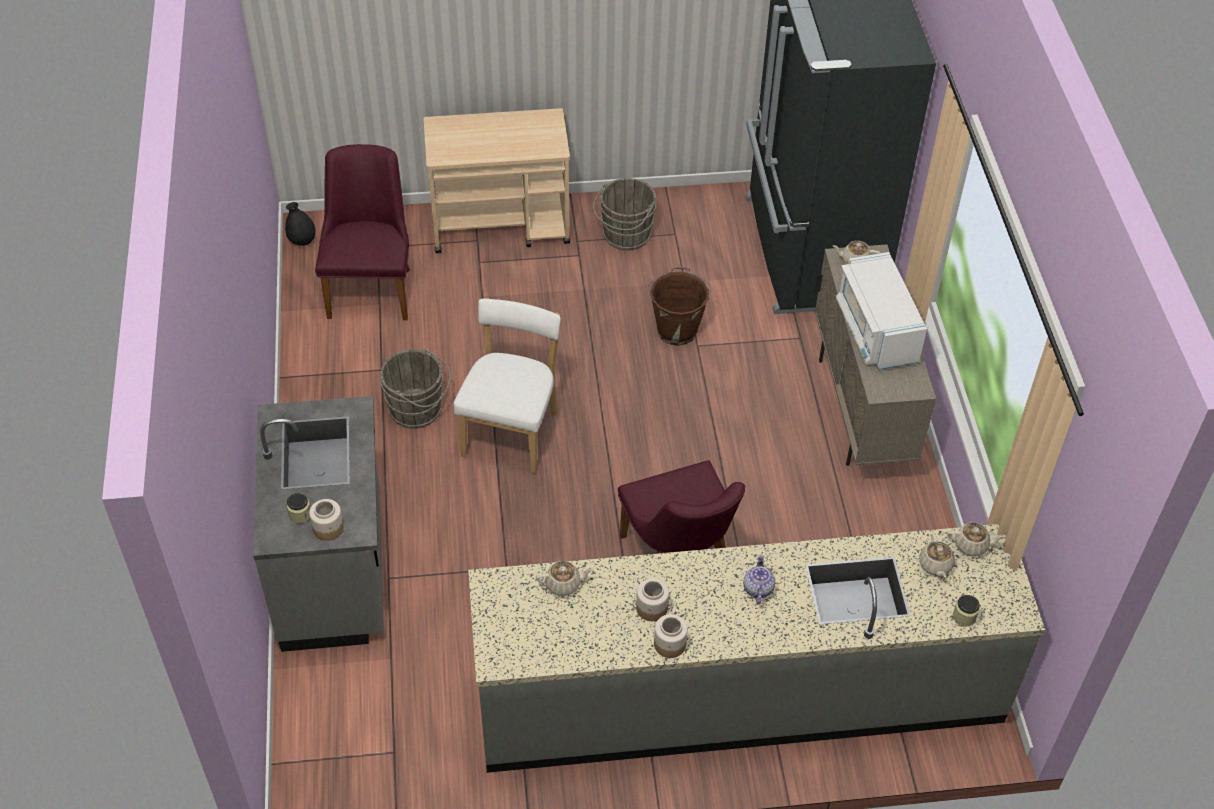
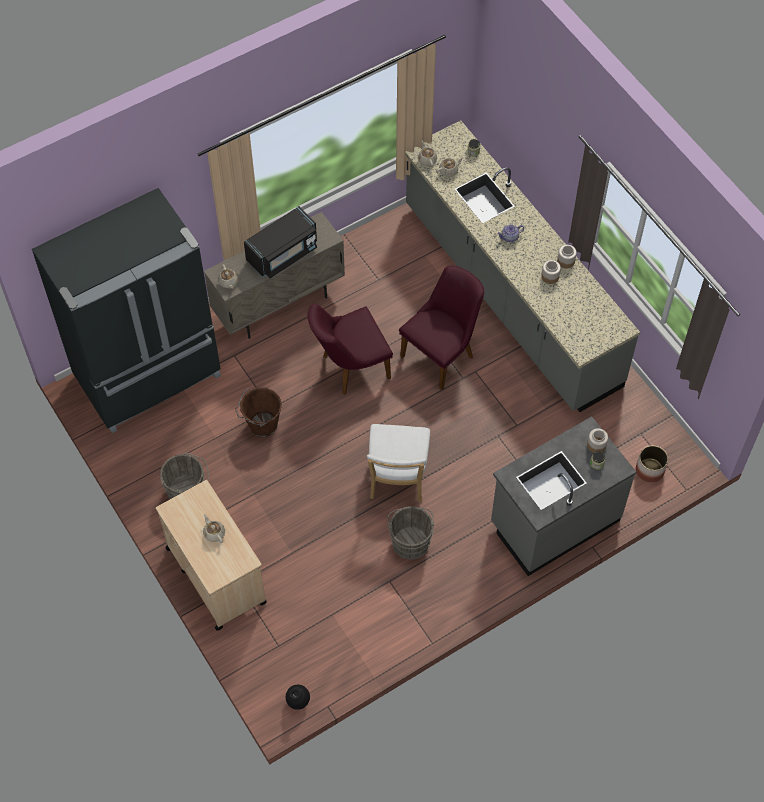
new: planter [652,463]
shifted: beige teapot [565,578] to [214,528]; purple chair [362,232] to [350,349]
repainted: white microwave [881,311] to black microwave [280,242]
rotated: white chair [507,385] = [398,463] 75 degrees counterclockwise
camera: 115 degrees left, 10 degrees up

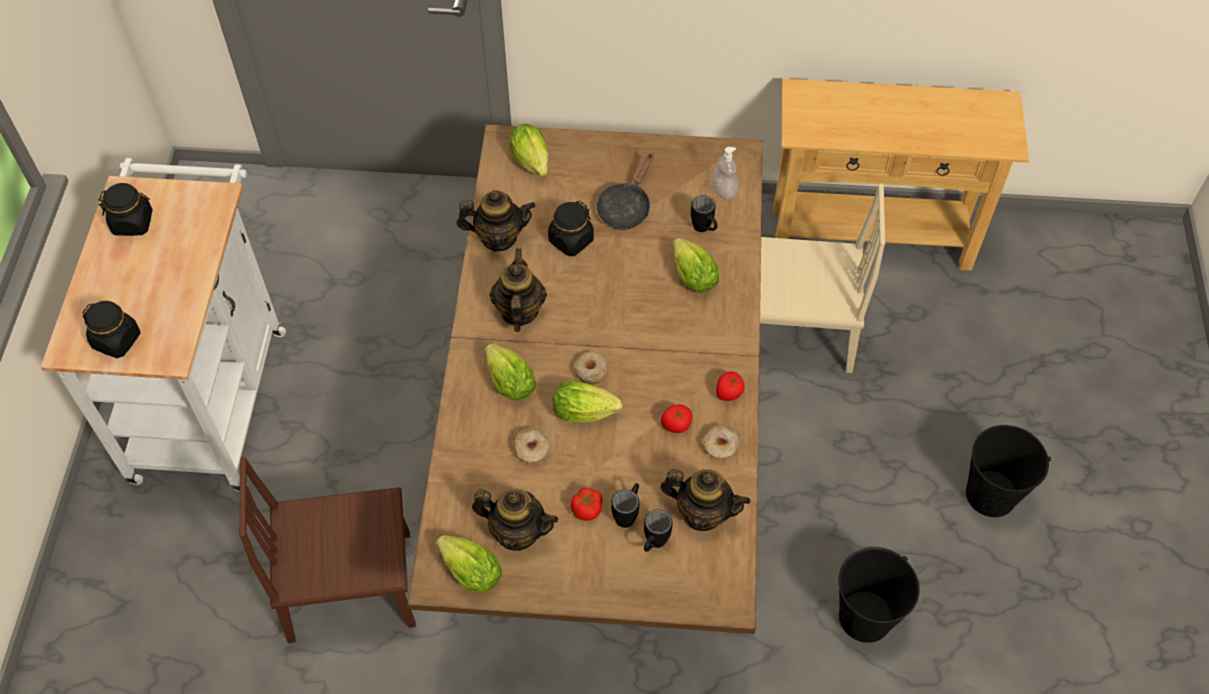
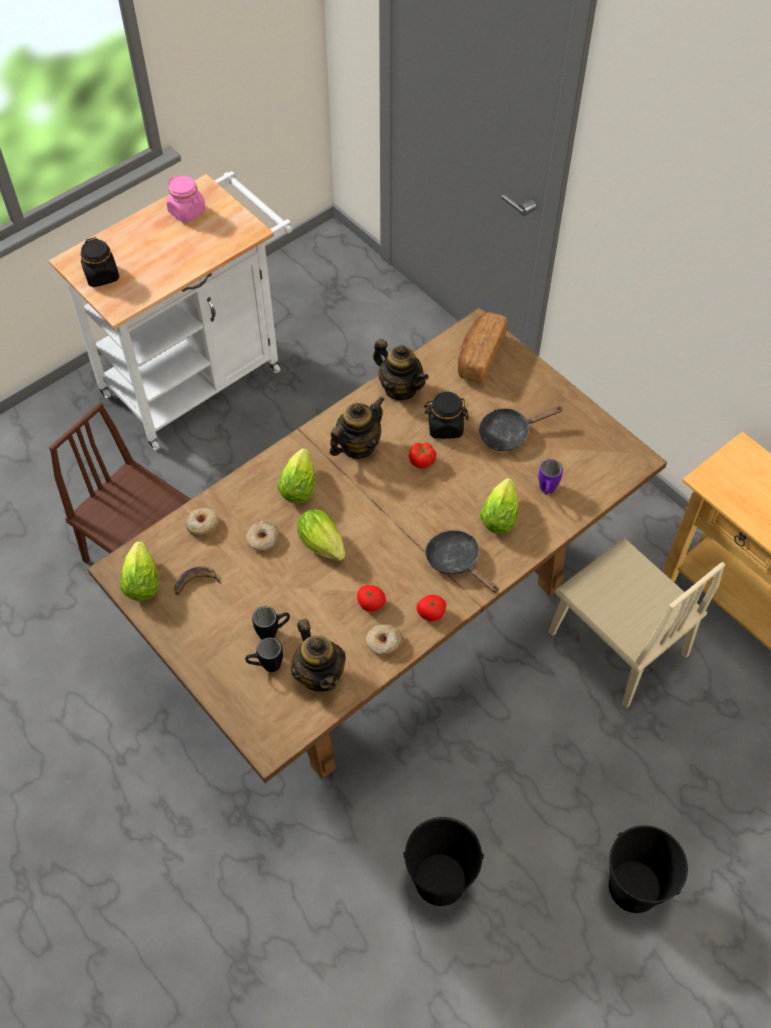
gone: soap dispenser [725,173]
new: black frying pan [462,561]
shifted: donut [591,368] to [202,522]; tomato [587,504] to [422,456]
swapped: teapot [515,520] to banana [198,580]; lettuce [528,150] to bread [482,348]
repainted: black jar [125,209] to pink jar [186,199]; black mug [704,213] to purple mug [550,477]
camera: 45 degrees right, 0 degrees up

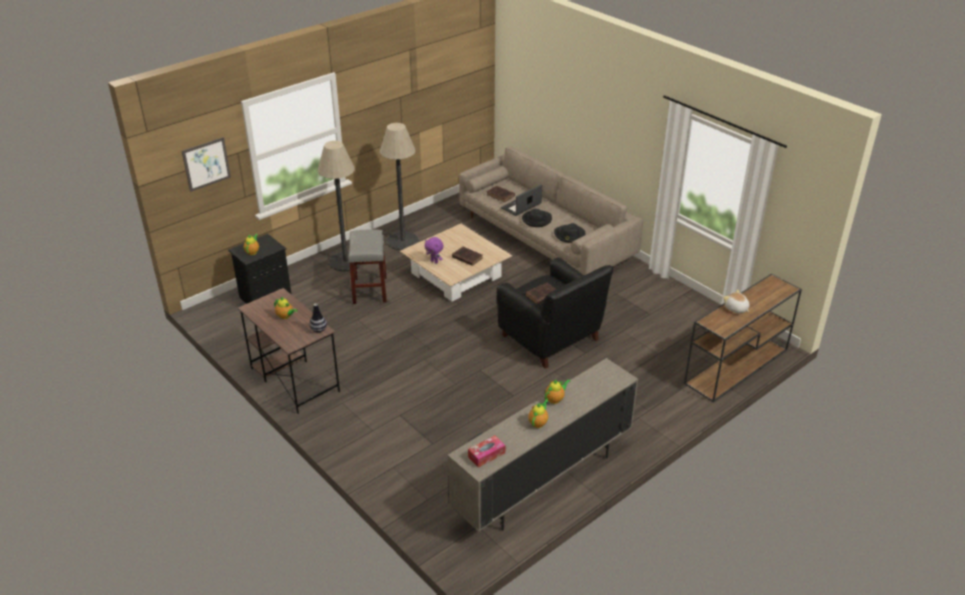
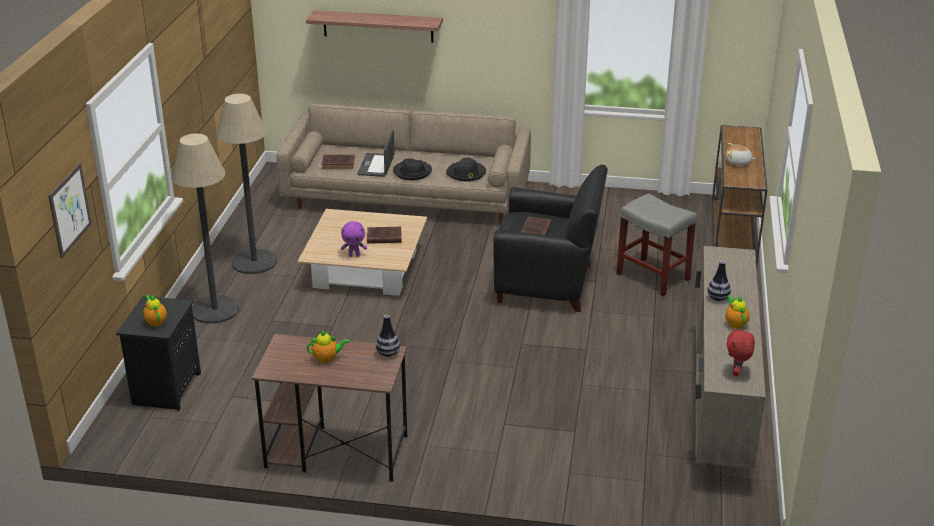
new: shelf [374,26]
shifted: grey stool [367,266] to [656,245]
swapped: teapot [557,391] to vase [719,281]; tissue box [486,451] to red plush toy [741,351]
camera: 40 degrees left, 5 degrees down

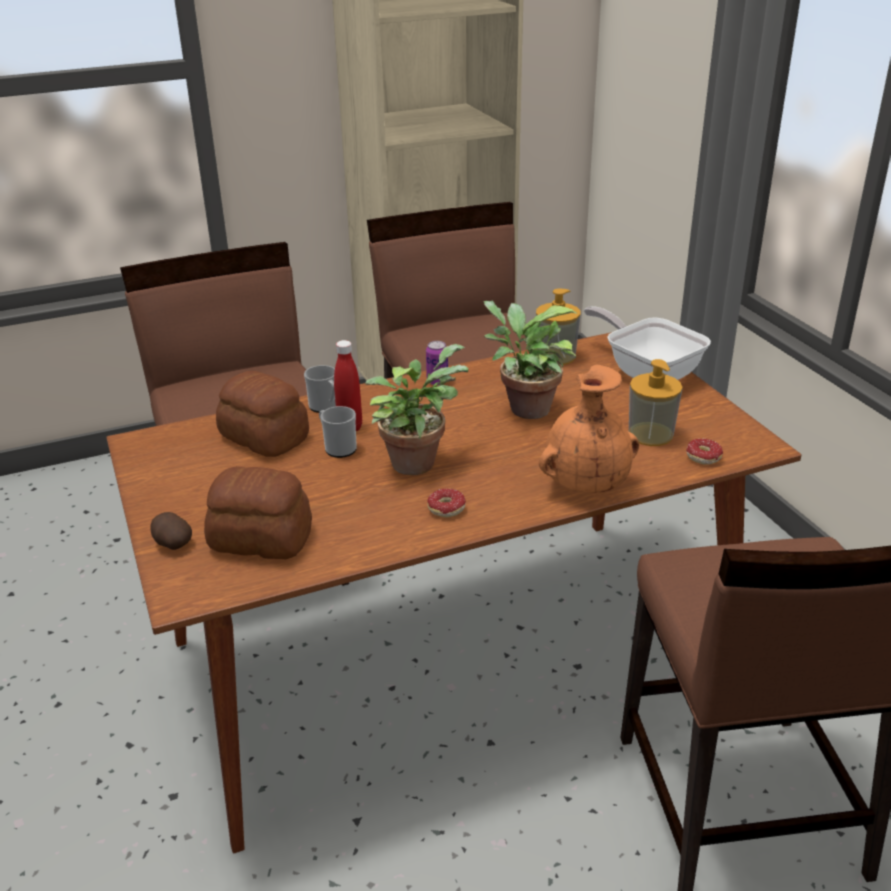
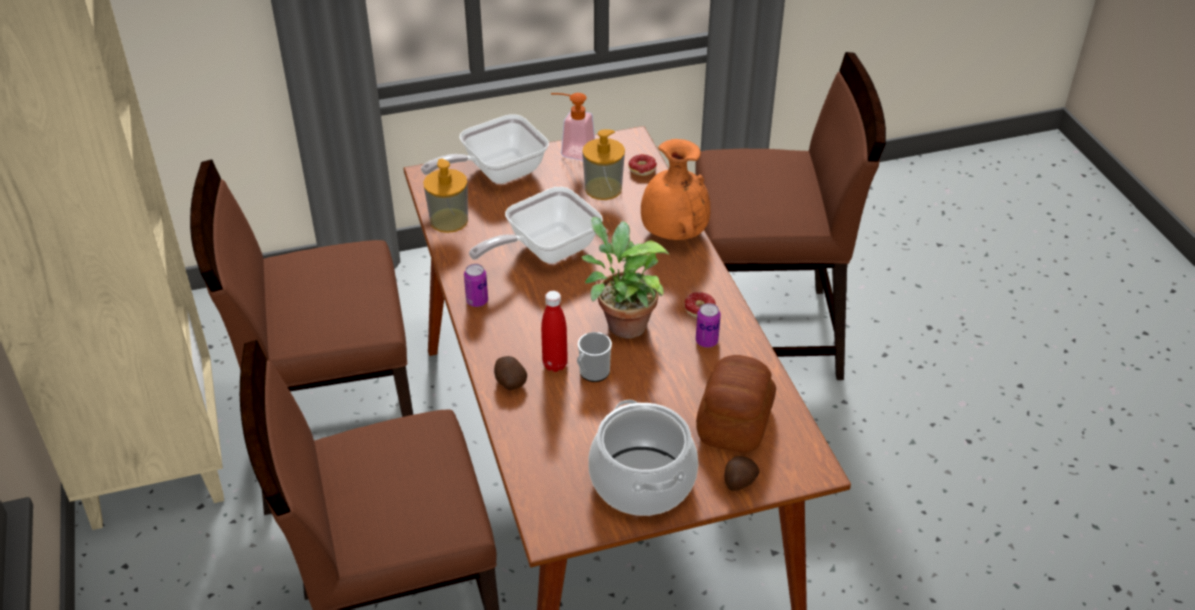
gone: bread [262,414]
new: soap dispenser [573,127]; cooking pot [643,457]; can [708,325]
swapped: potted plant [530,359] to frying pan [536,225]; mug [320,389] to potato [510,373]
camera: 85 degrees left, 10 degrees up

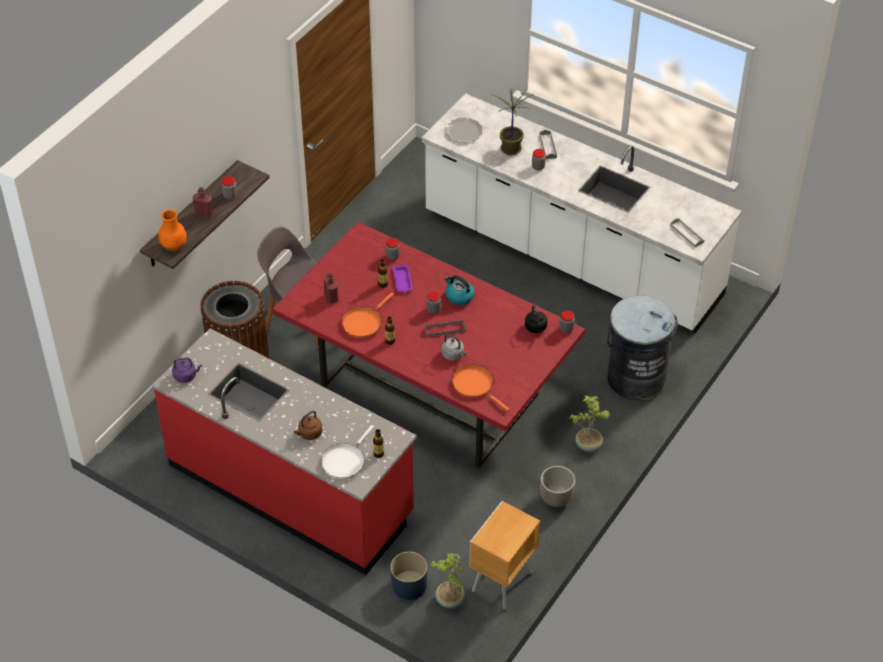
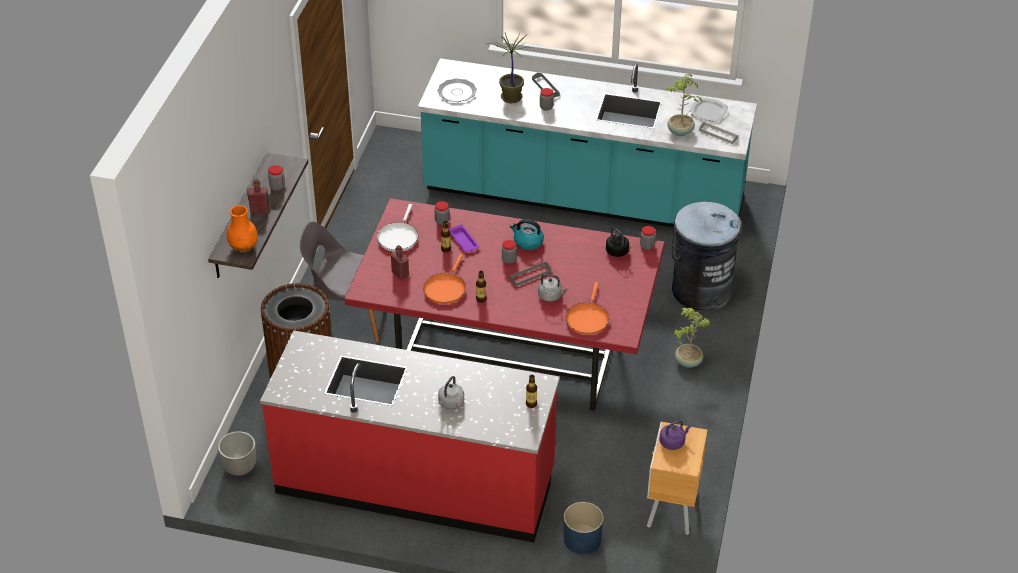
new: plate [709,110]
shifted: planter [557,486] to [236,453]; white frying pan [347,452] to [397,227]; purple kettle [187,370] to [675,435]; potted plant [447,580] to [684,104]
repainted: white counter [582,213] to turquoise counter [587,142]; brown kettle [307,425] to grey kettle [451,392]
rotated: orange frying pan [481,388] = [587,308] 105 degrees counterclockwise
camera: 20 degrees left, 5 degrees down

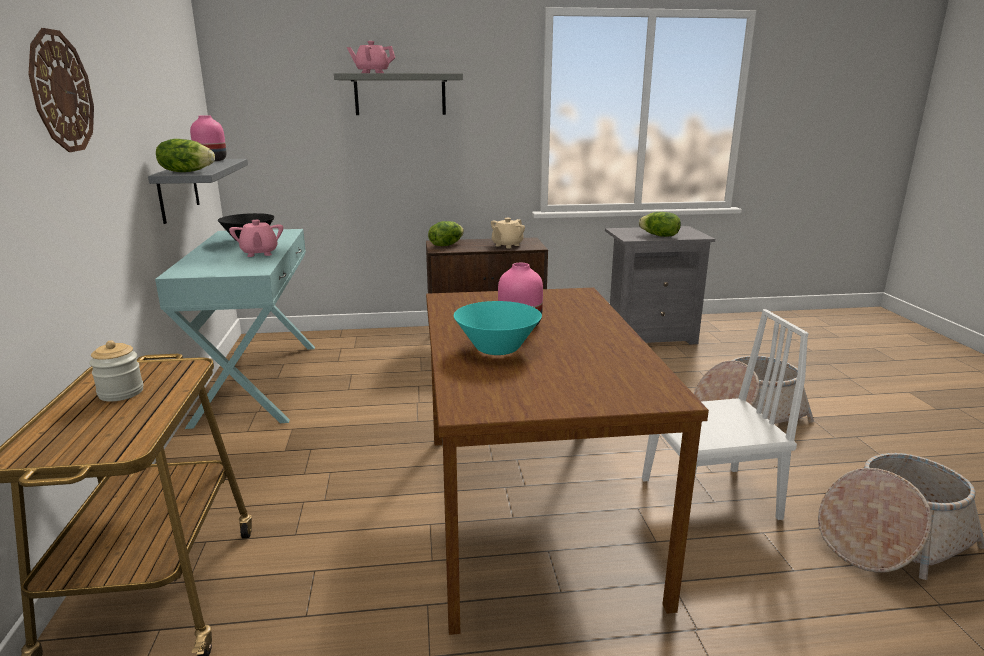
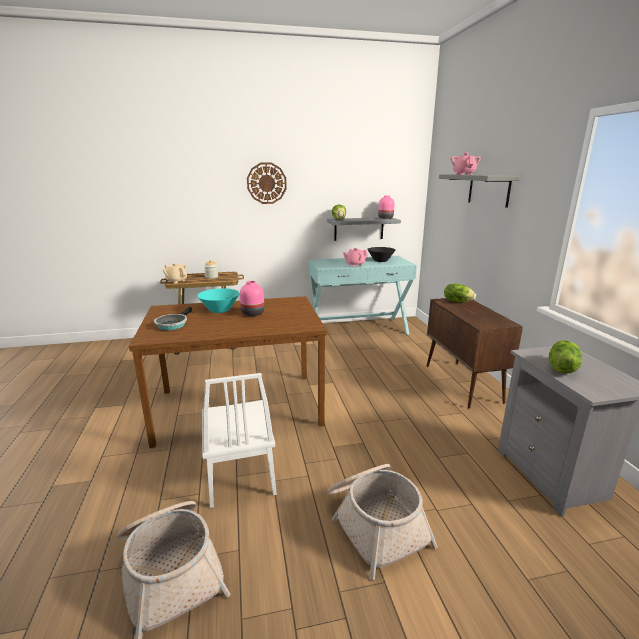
new: frying pan [173,318]
shifted: beige teapot [508,233] to [175,273]
camera: 85 degrees right, 0 degrees up

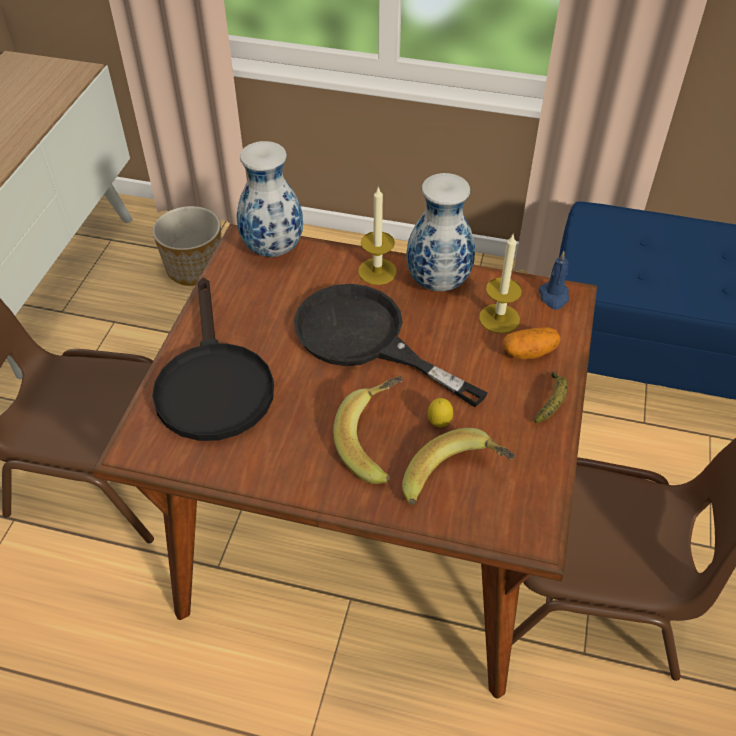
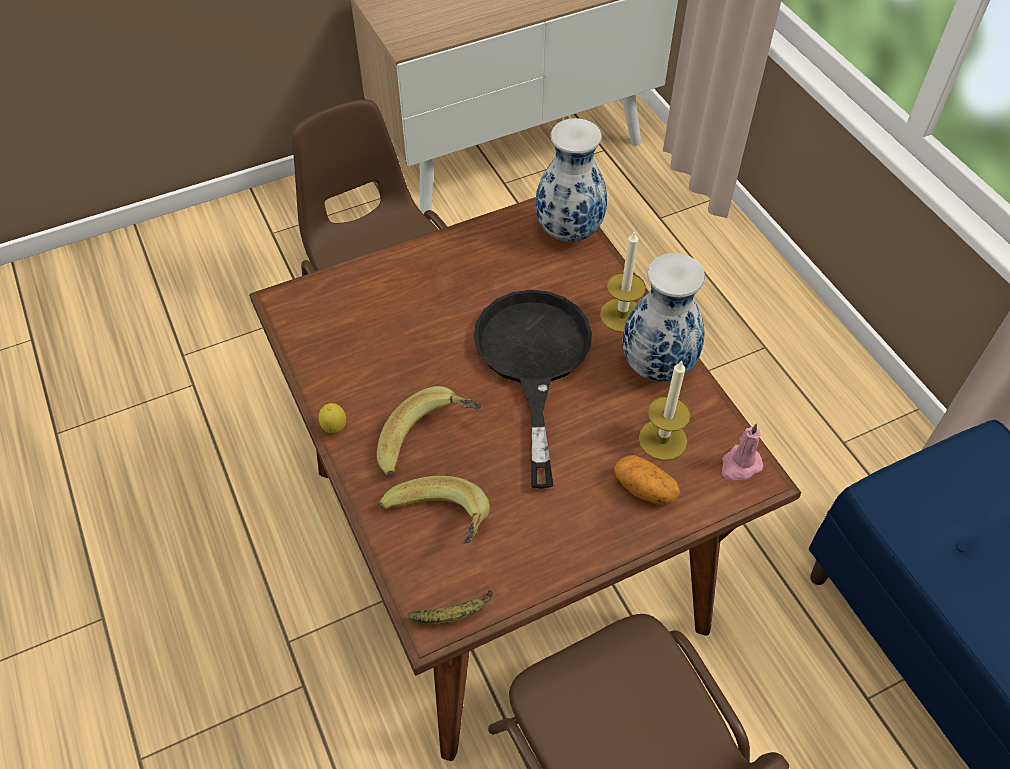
gone: planter [186,246]; black frying pan [213,359]
shifted: lemon [440,412] to [332,418]; banana [551,397] to [450,607]
repainted: blue candle [554,280] to pink candle [742,451]
camera: 50 degrees right, 5 degrees up

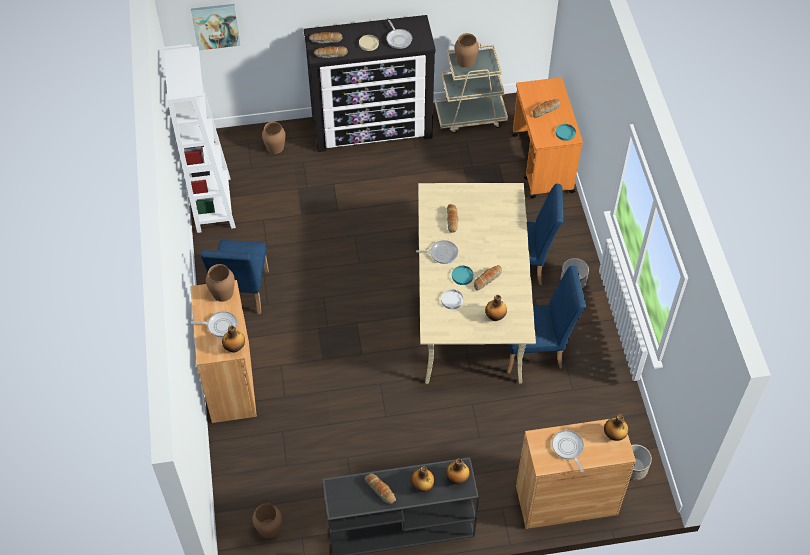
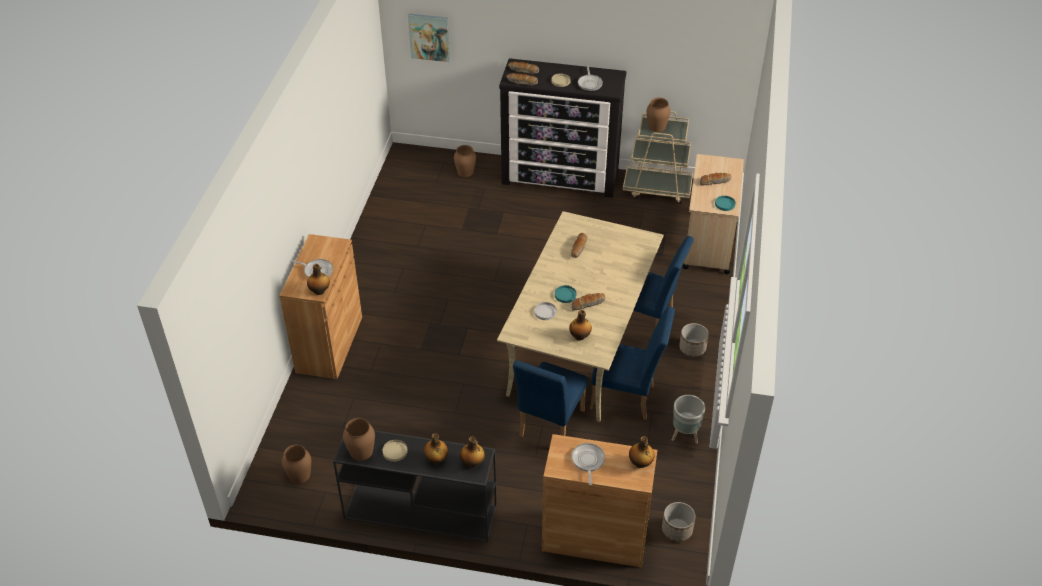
gone: white bookcase [200,138]; frying pan [437,252]
new: grey planter [688,419]
shifted: brown vase [220,283] to [359,439]; blue chair [235,277] to [550,398]
swapped: bread [380,489] to beige plate [395,451]
repainted: orange cart [547,138] to beige cart [713,214]
camera: 20 degrees right, 10 degrees down

